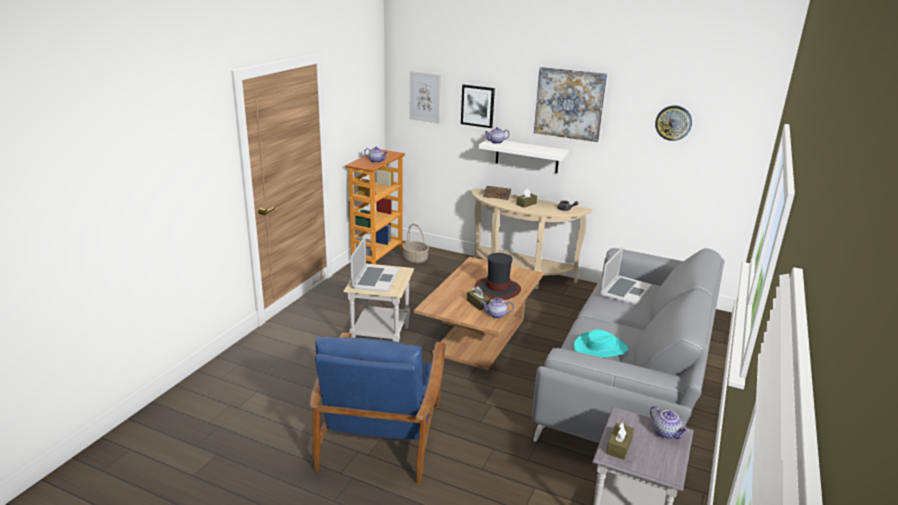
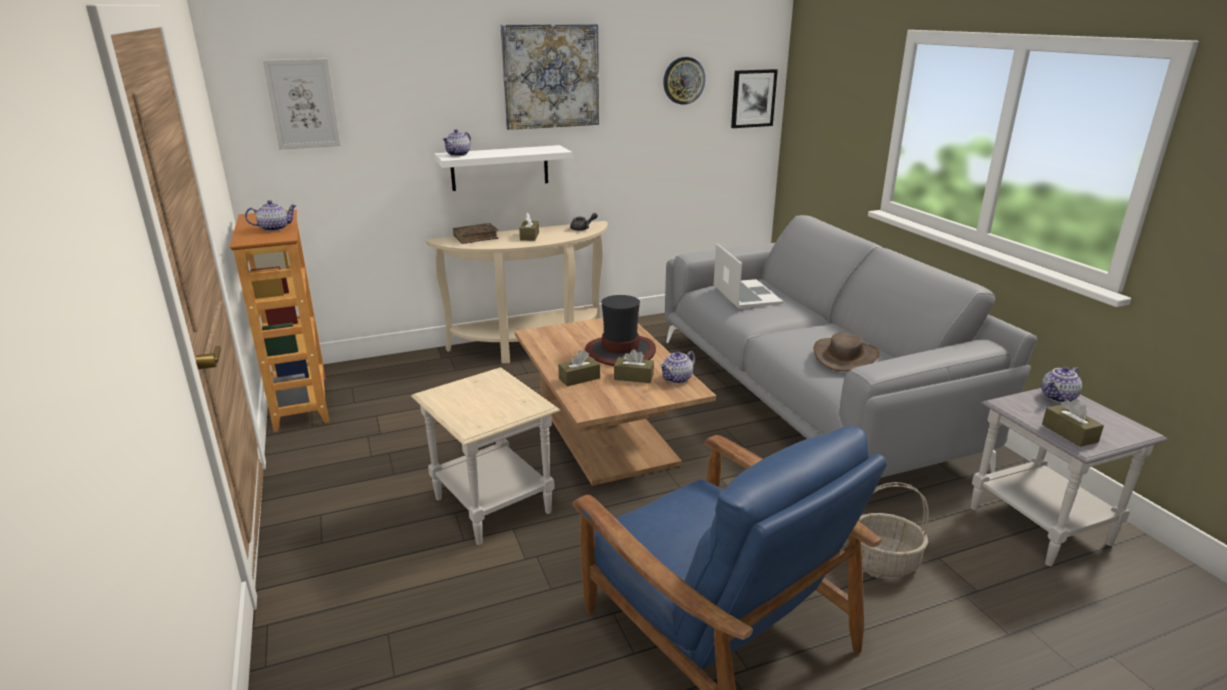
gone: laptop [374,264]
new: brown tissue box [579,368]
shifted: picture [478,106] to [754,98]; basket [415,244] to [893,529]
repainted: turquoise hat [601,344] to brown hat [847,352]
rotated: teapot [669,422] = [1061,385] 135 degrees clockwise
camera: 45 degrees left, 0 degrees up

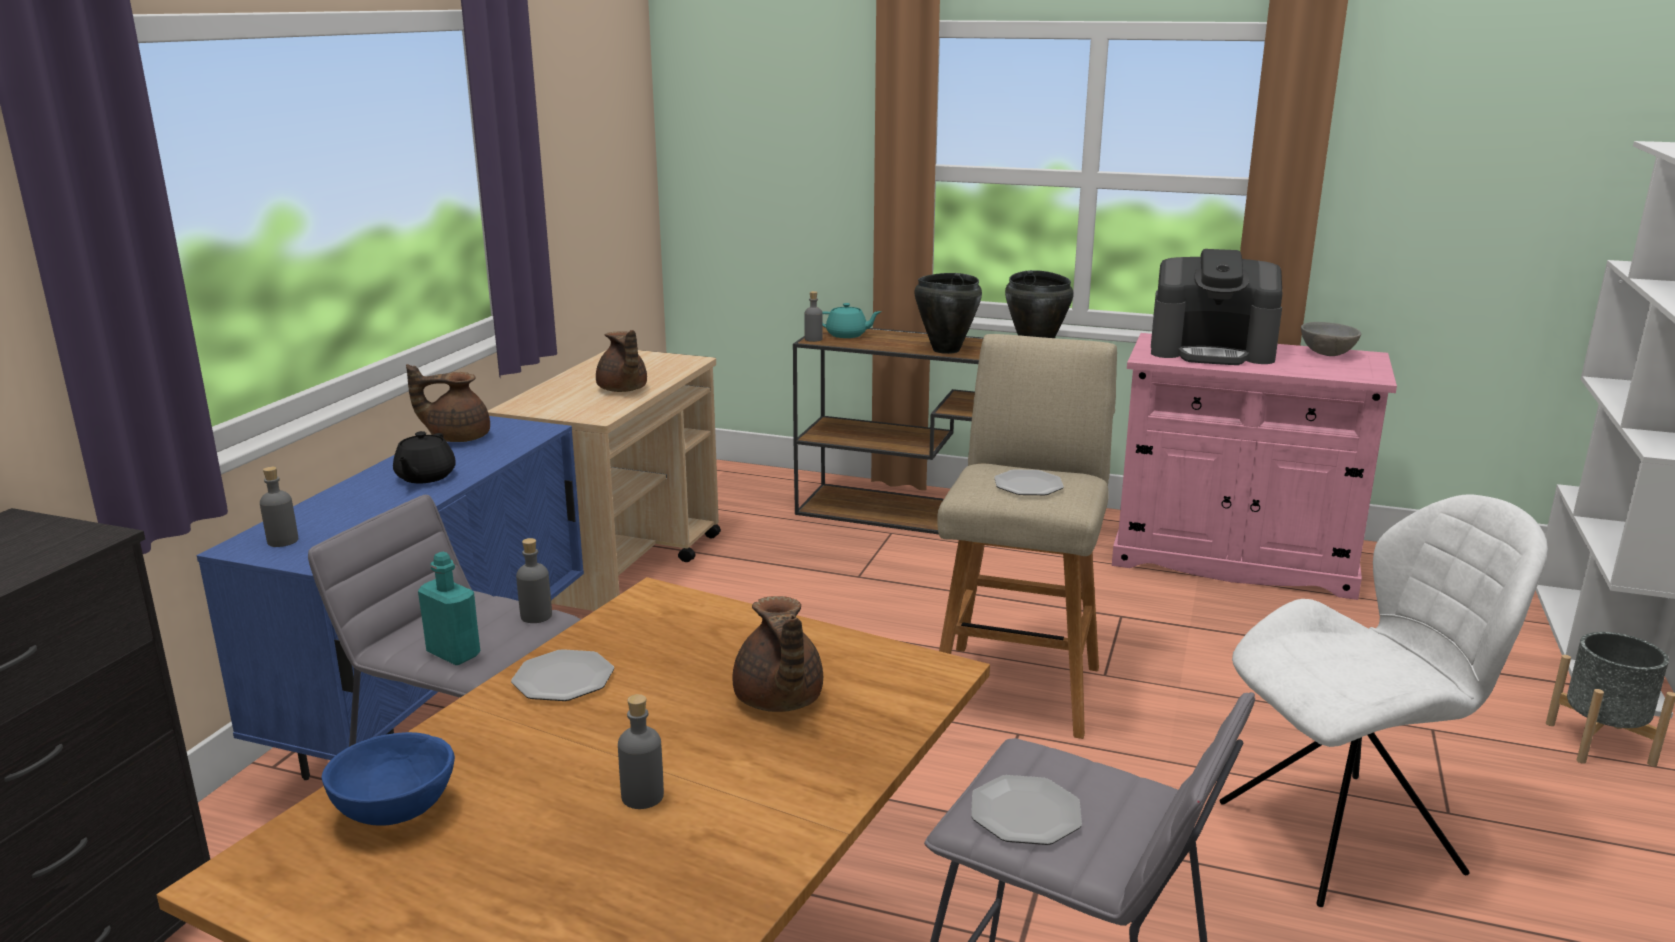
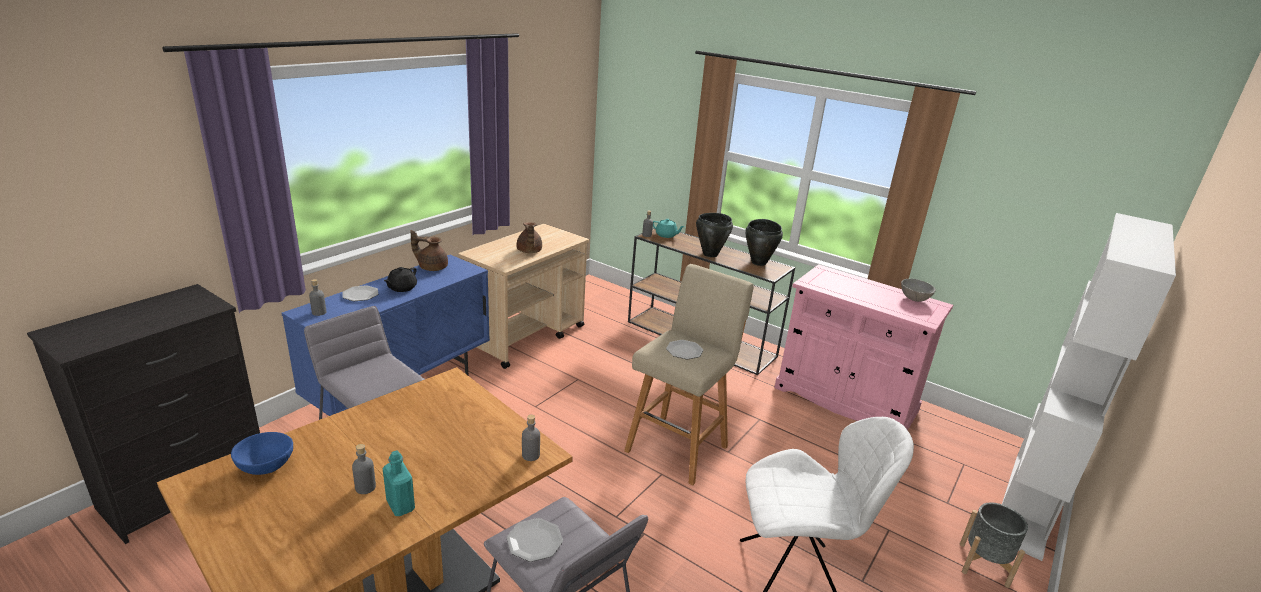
gone: brown teapot [778,654]; coffee machine [1216,307]
shifted: plate [562,675] to [360,293]; turquoise bottle [449,608] to [398,483]; grey bottle [534,580] to [531,438]
camera: 15 degrees right, 5 degrees up

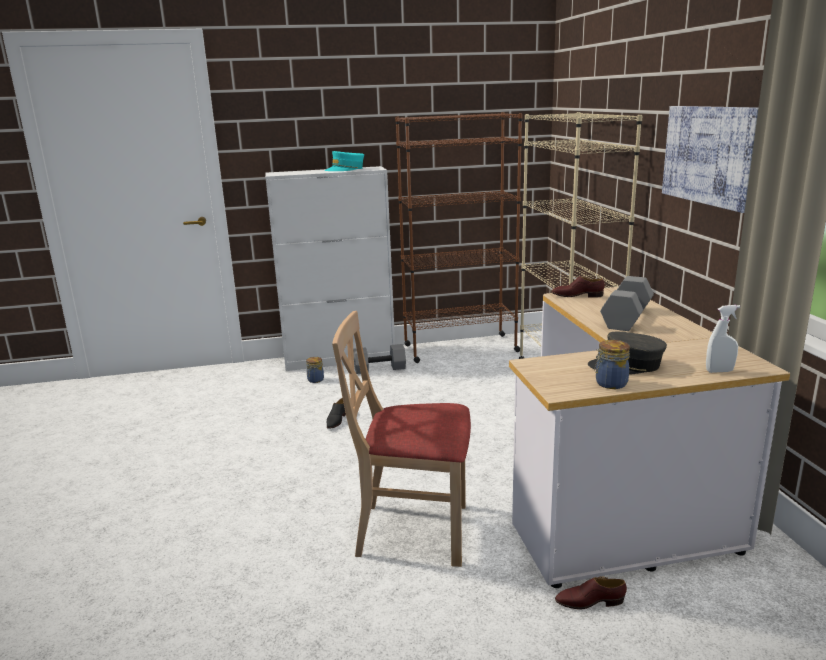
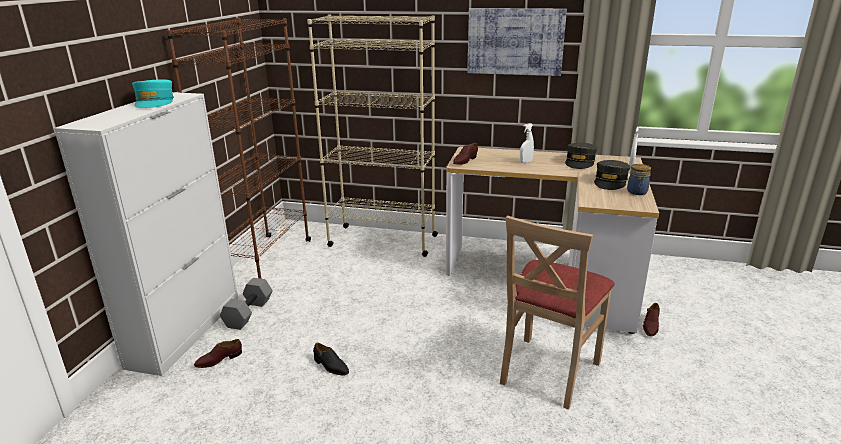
new: grey cap [581,156]
swapped: jar [315,370] to brown shoe [218,353]; grey dumbbell [627,303] to white spray bottle [527,143]
camera: 65 degrees left, 5 degrees up

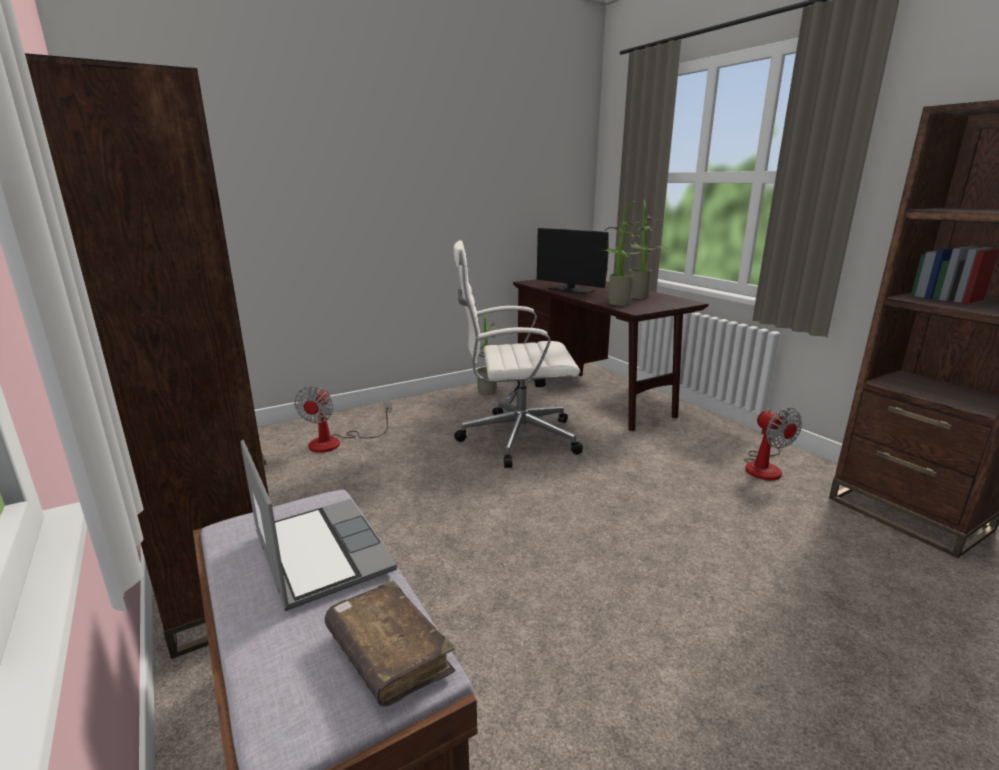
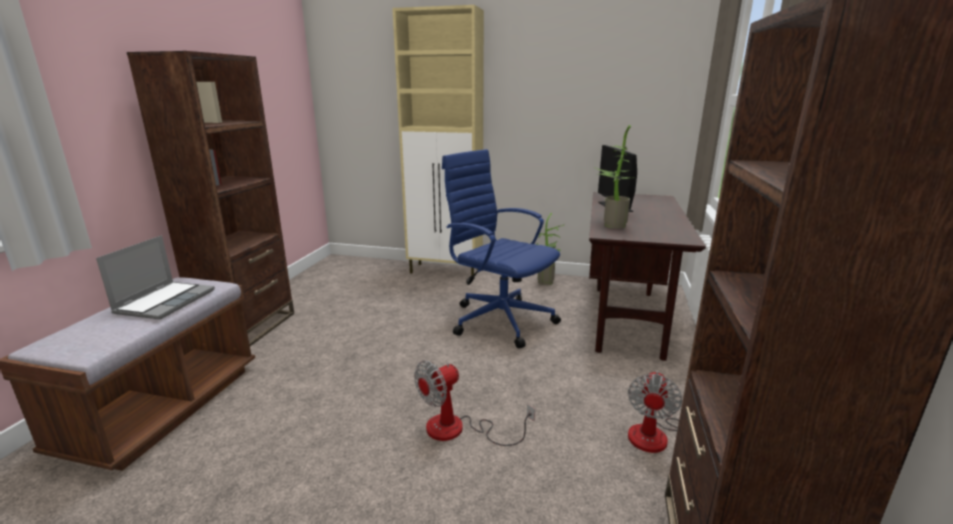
gone: brown book [390,644]; potted plant [648,249]
new: beige cabinet [438,140]
shifted: fan [343,419] to [474,403]
repainted: white office chair [518,354] to blue office chair [501,249]
camera: 45 degrees right, 0 degrees up

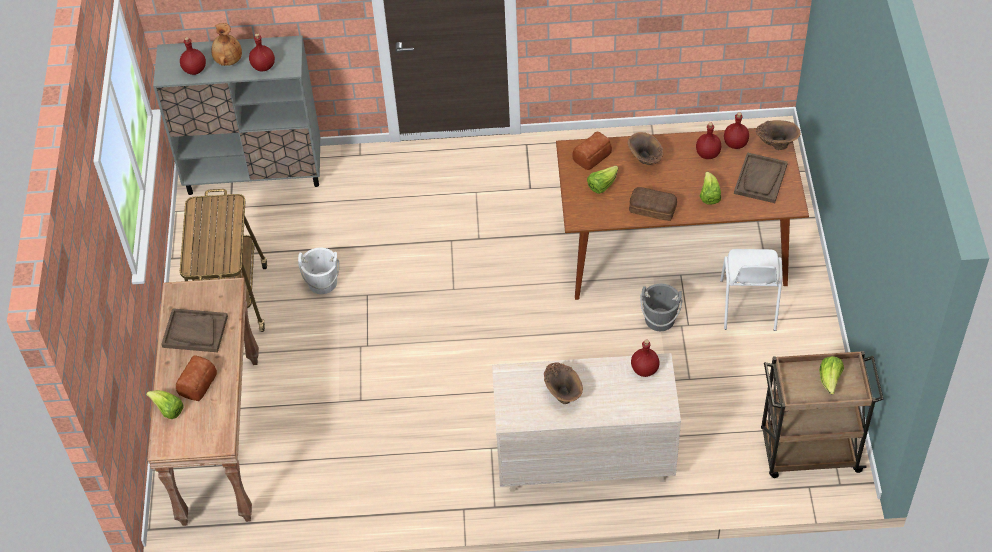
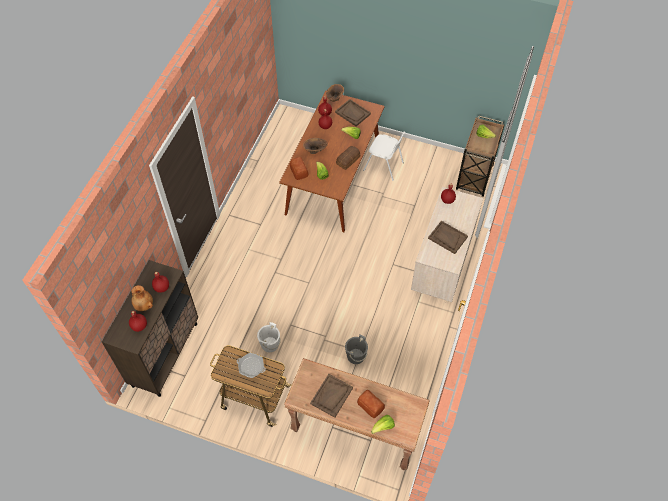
new: frying pan [251,365]
shifted: grey bucket [661,307] to [356,349]
swapped: brown vase [563,383] to brown tray [448,237]
repainted: grey cabinet [236,115] to brown cabinet [150,328]
camera: 70 degrees left, 5 degrees up

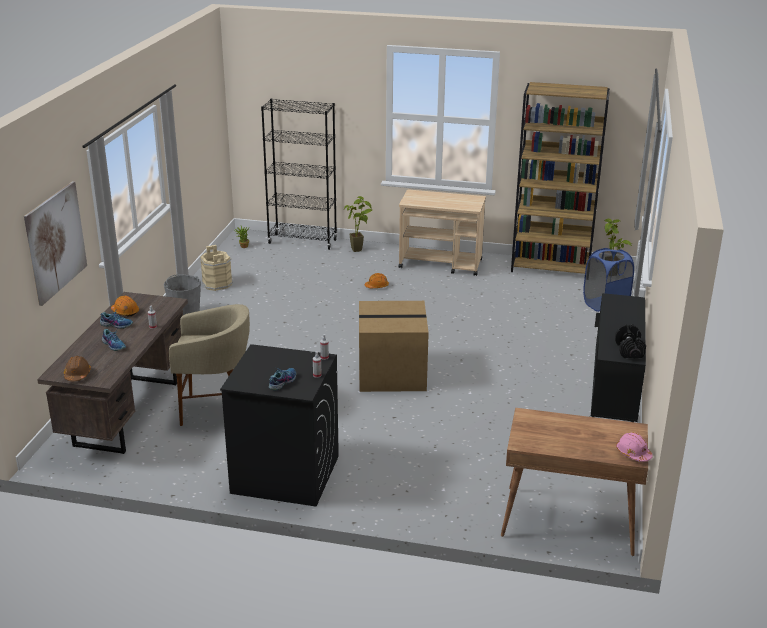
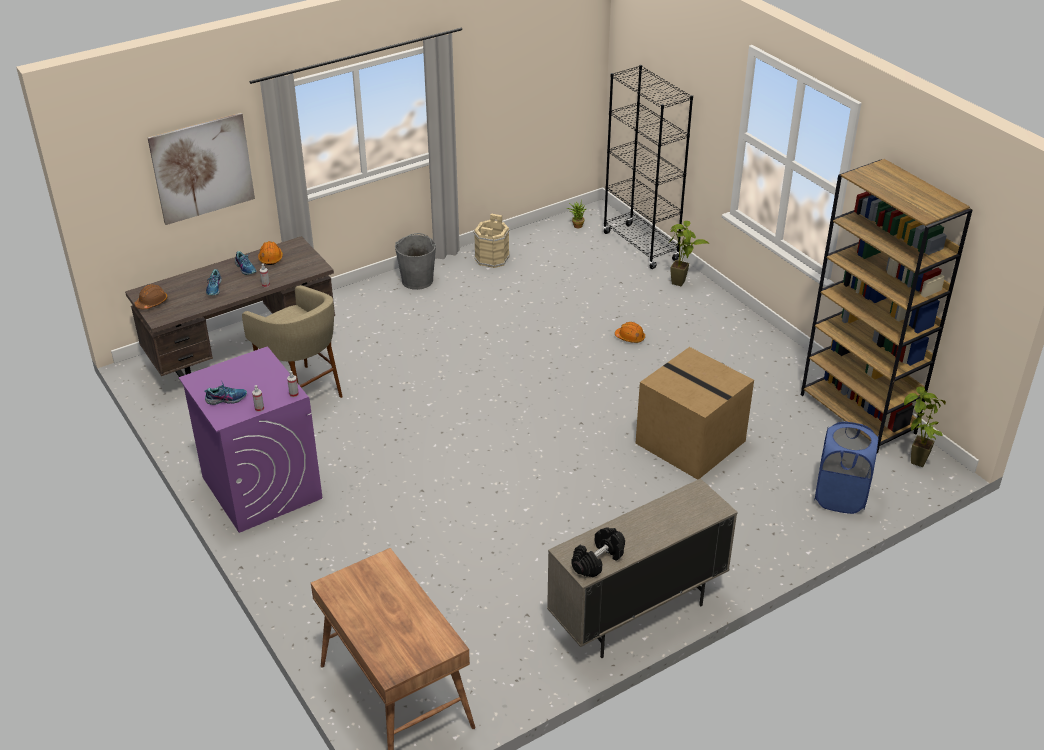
gone: beige cart [442,232]; pink hard hat [634,447]
shifted: cardboard box [394,346] to [694,413]
repainted: black washing machine [279,425] to purple washing machine [251,440]; black cabinet [618,357] to beige cabinet [642,568]
camera: 45 degrees right, 10 degrees up

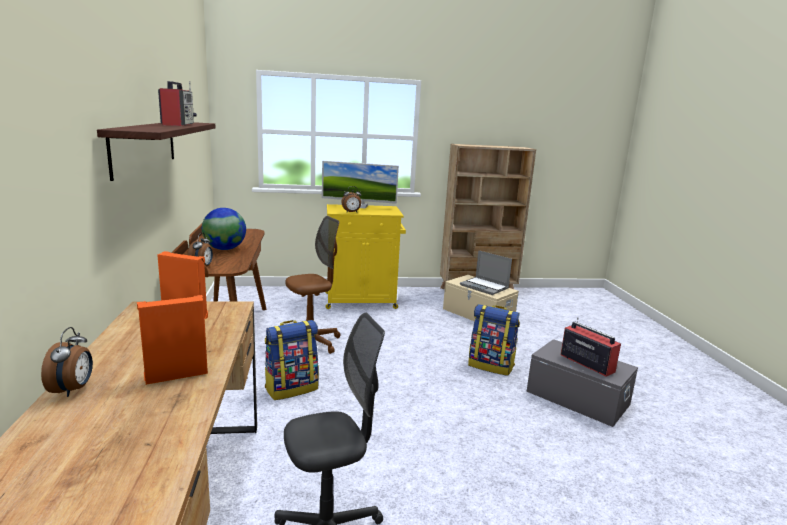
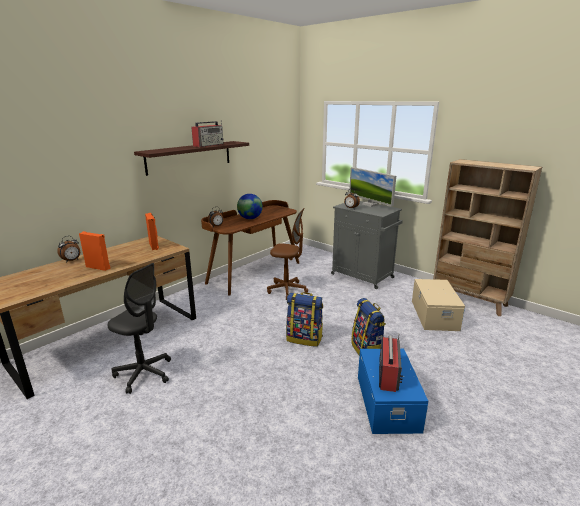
gone: laptop [486,272]
shifted: backpack [292,360] to [304,319]
repainted: yellow cabinet [365,256] to grey cabinet [367,245]; grey storage box [582,383] to blue storage box [393,391]
camera: 50 degrees right, 5 degrees up

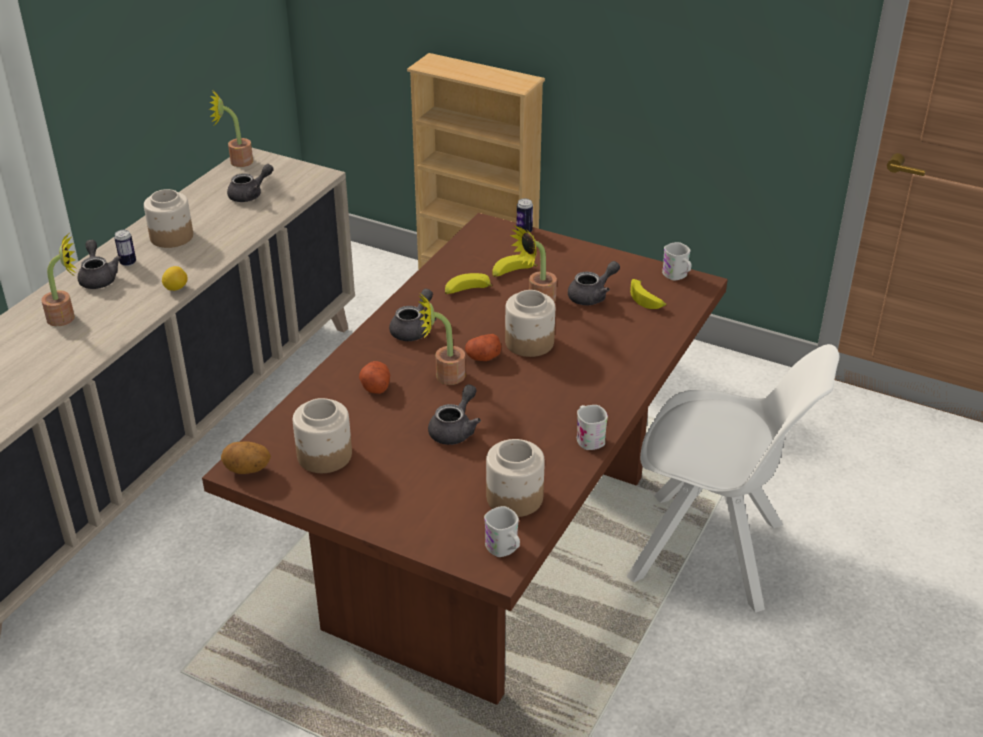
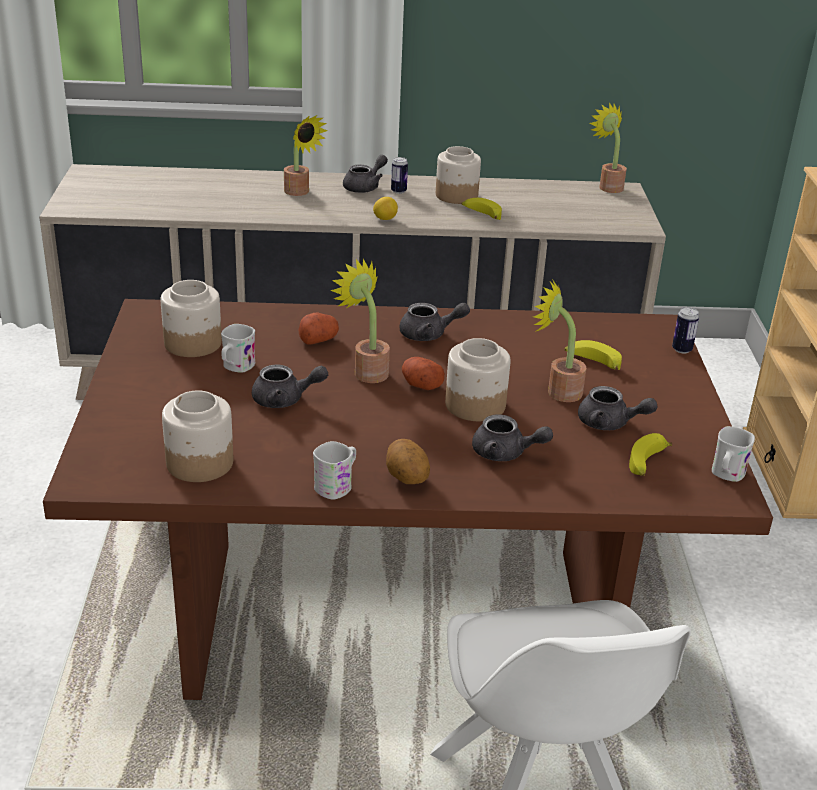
shifted: white mug [502,531] to [238,348]; potato [246,458] to [408,461]; banana [469,283] to [481,209]; grey teapot [250,183] to [512,437]
camera: 60 degrees right, 5 degrees down

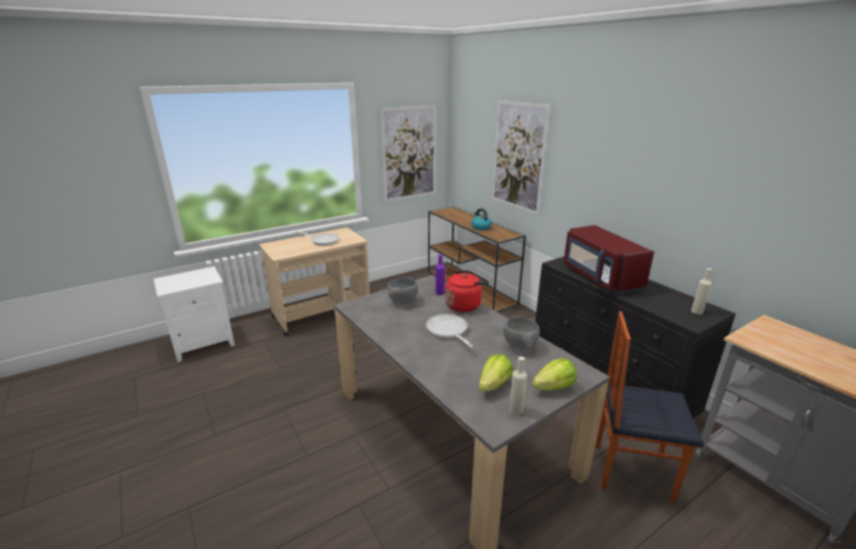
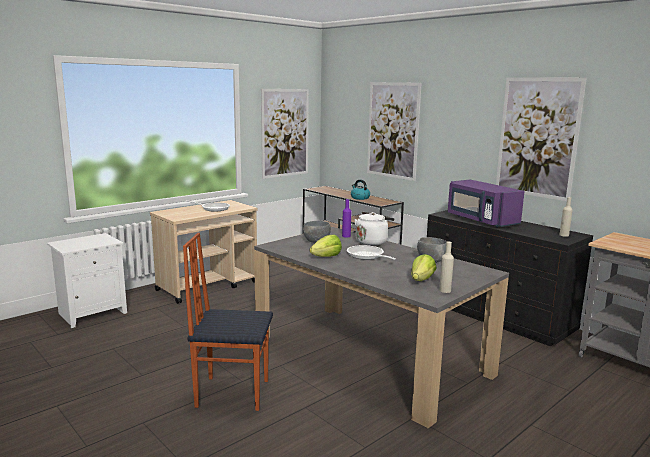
new: picture [541,139]
shifted: chair [650,407] to [228,322]; lettuce [554,374] to [326,245]
repainted: red kettle [467,291] to white kettle [374,229]; red microwave [609,259] to purple microwave [486,204]
camera: 10 degrees left, 10 degrees down

